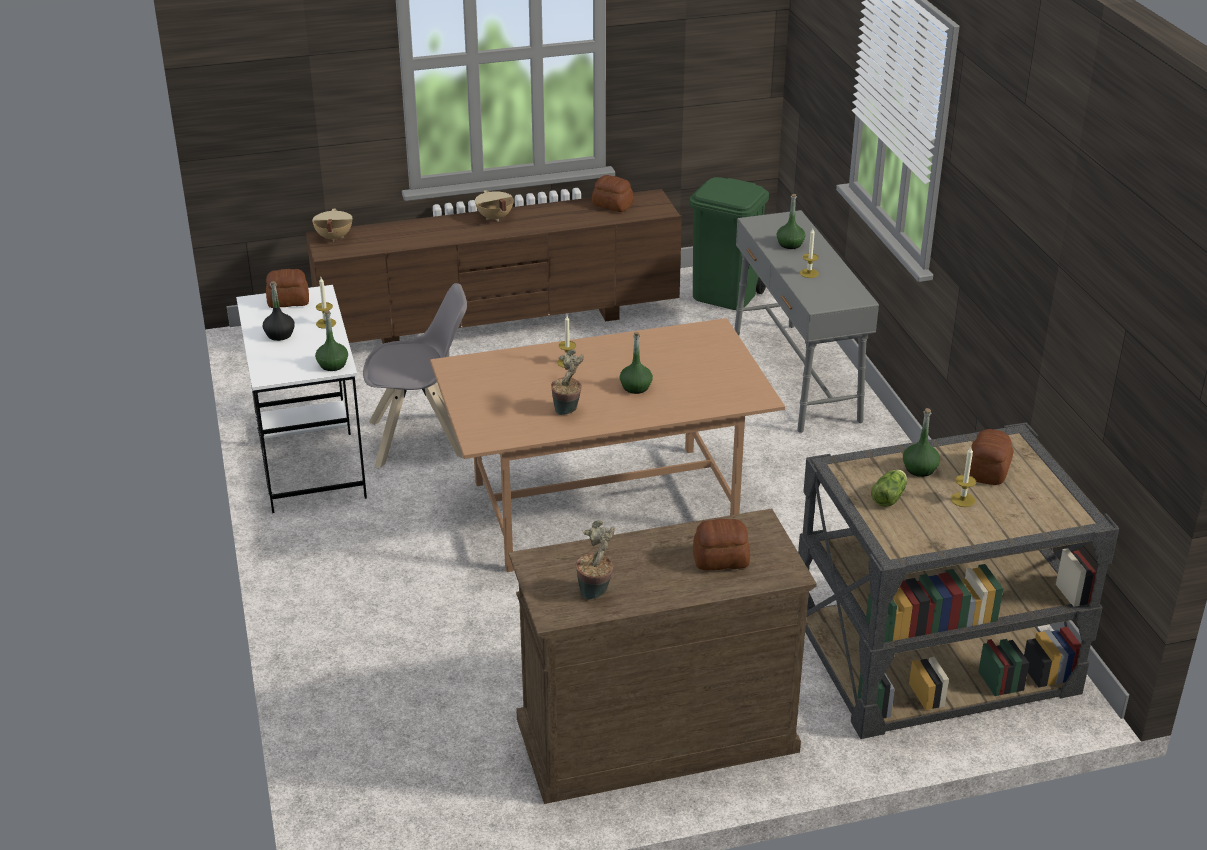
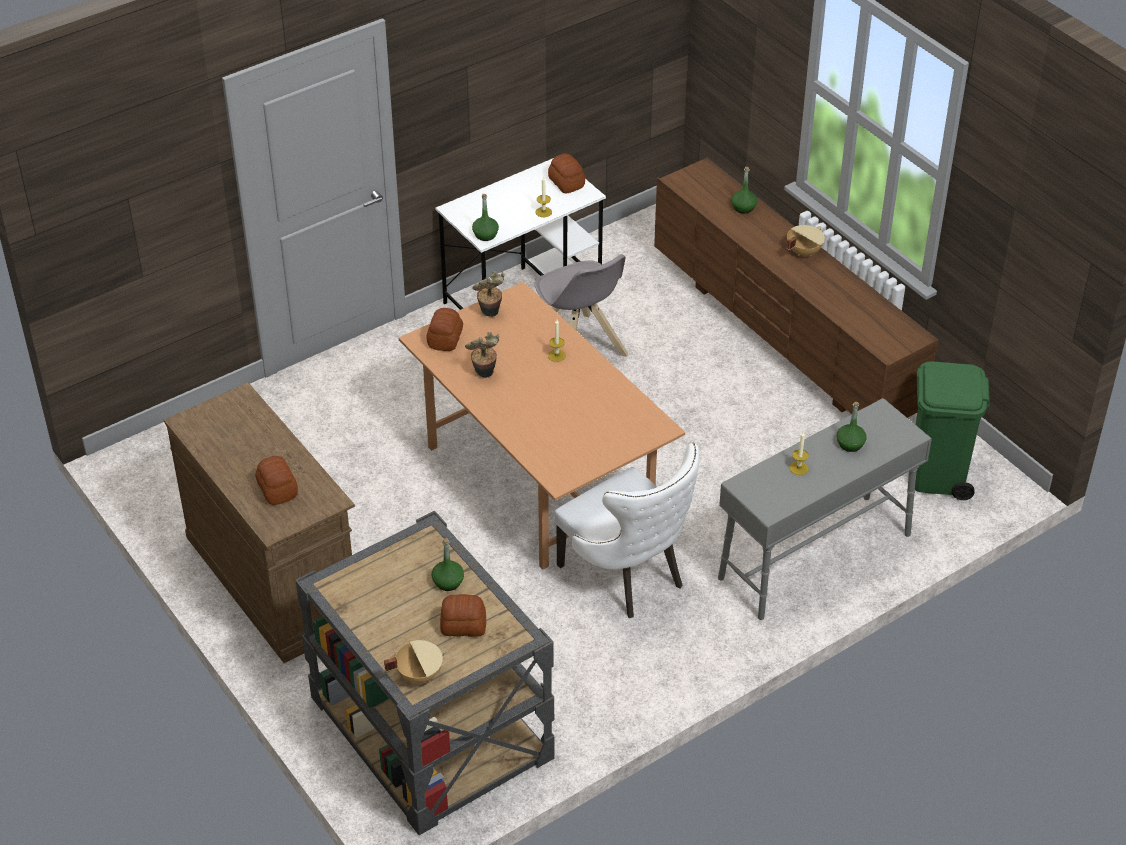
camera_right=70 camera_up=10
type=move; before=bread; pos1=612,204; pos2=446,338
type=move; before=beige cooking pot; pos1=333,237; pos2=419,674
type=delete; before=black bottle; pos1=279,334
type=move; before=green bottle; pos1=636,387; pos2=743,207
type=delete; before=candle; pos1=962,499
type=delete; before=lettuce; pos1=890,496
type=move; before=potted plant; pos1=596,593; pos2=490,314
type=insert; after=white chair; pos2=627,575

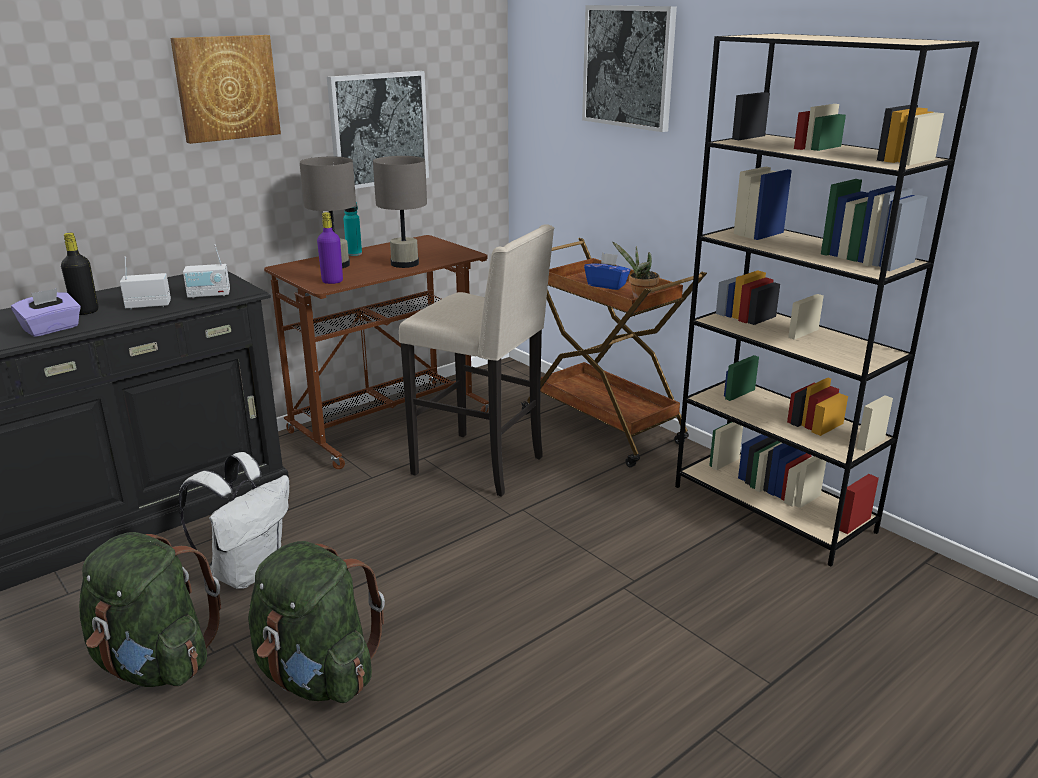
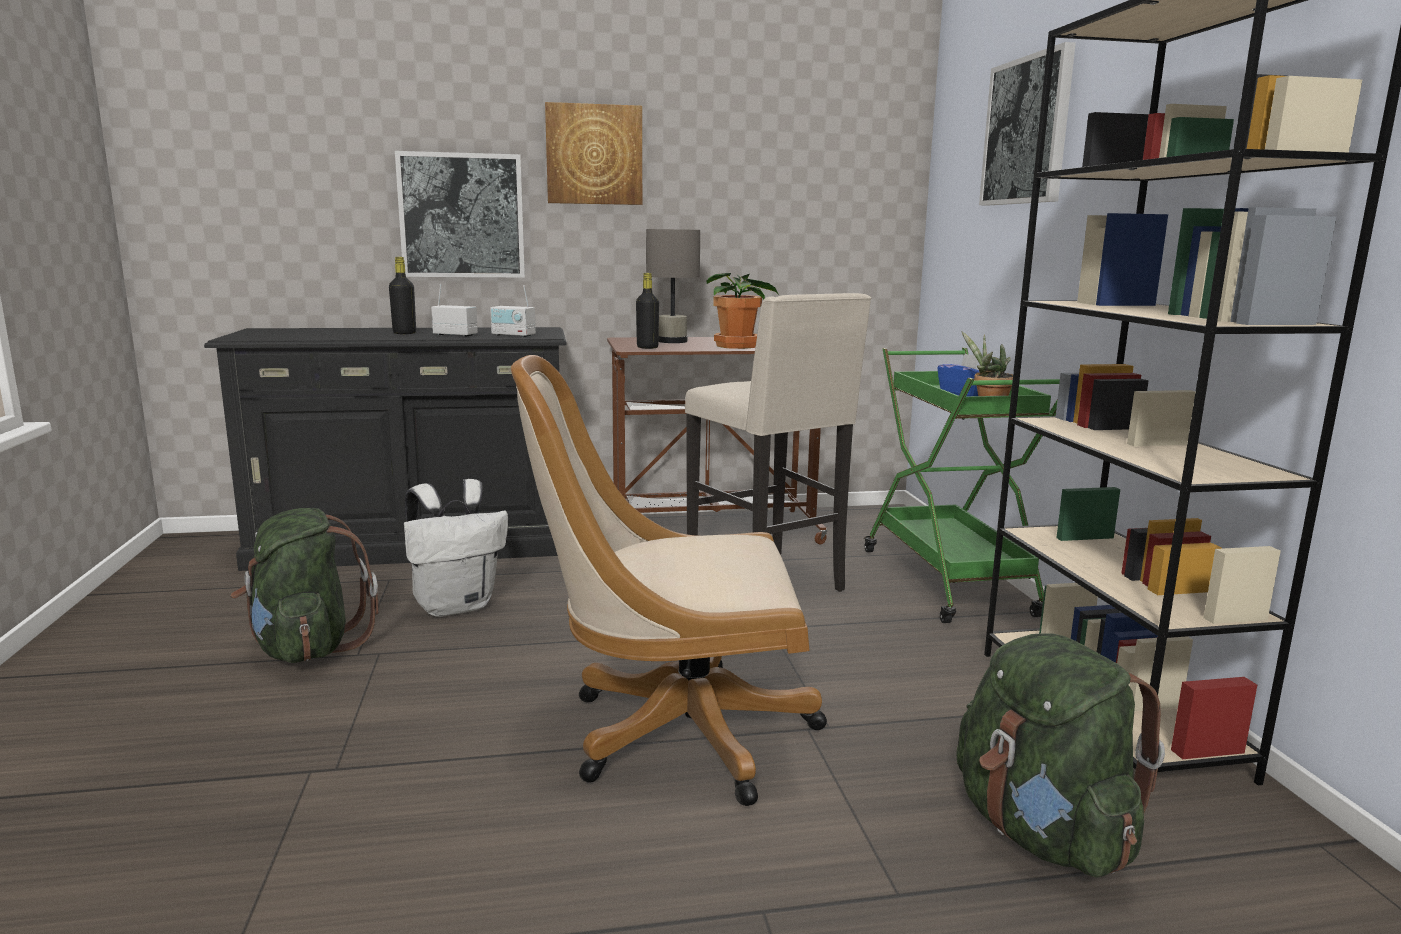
camera_right=30 camera_up=-10
type=move; before=picture; pos1=378,129; pos2=462,216
type=replace; before=grey table lamp; after=potted plant; pos1=404,263; pos2=738,346
type=delete; before=turquoise bottle; pos1=354,254
type=recolor; before=purple bottle; after=black bottle; pos1=332,281; pos2=647,347
type=recolor; before=brown cart; after=green cart; pos1=602,428; pos2=947,582
type=delete; before=purple tissue box; pos1=52,329
type=move; before=green backpack; pos1=317,675; pos2=1042,832
type=insert; after=office chair; pos2=672,732

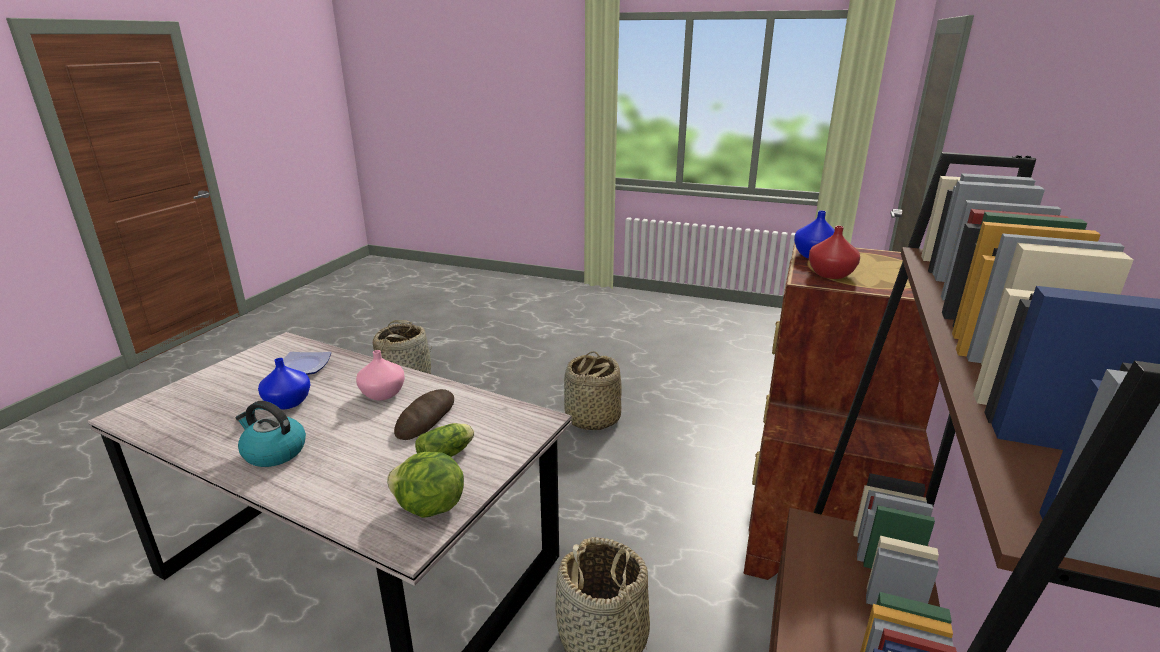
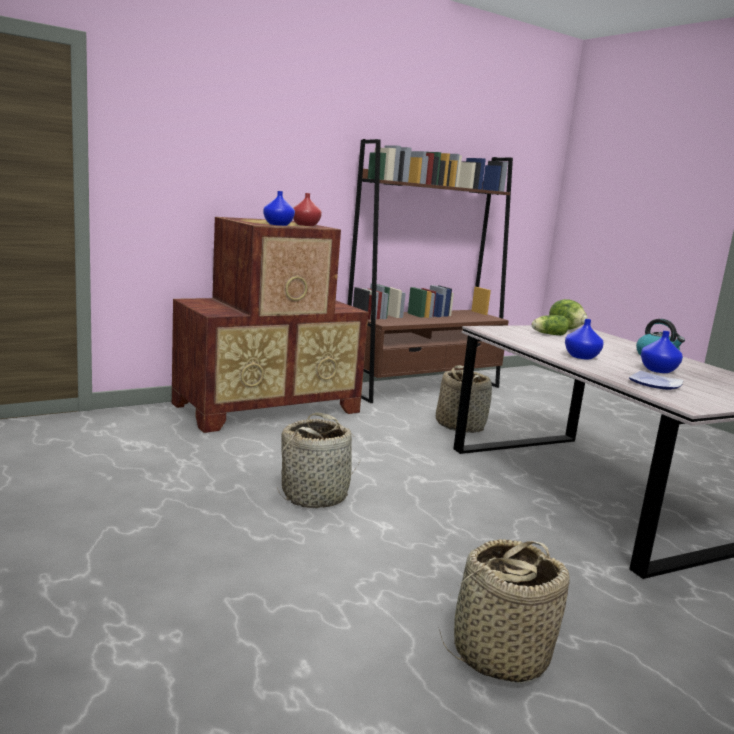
camera_right=-145 camera_up=-10
type=recolor; before=pink vase; after=blue vase; pos1=384,393; pos2=580,357
type=delete; before=bread; pos1=426,418

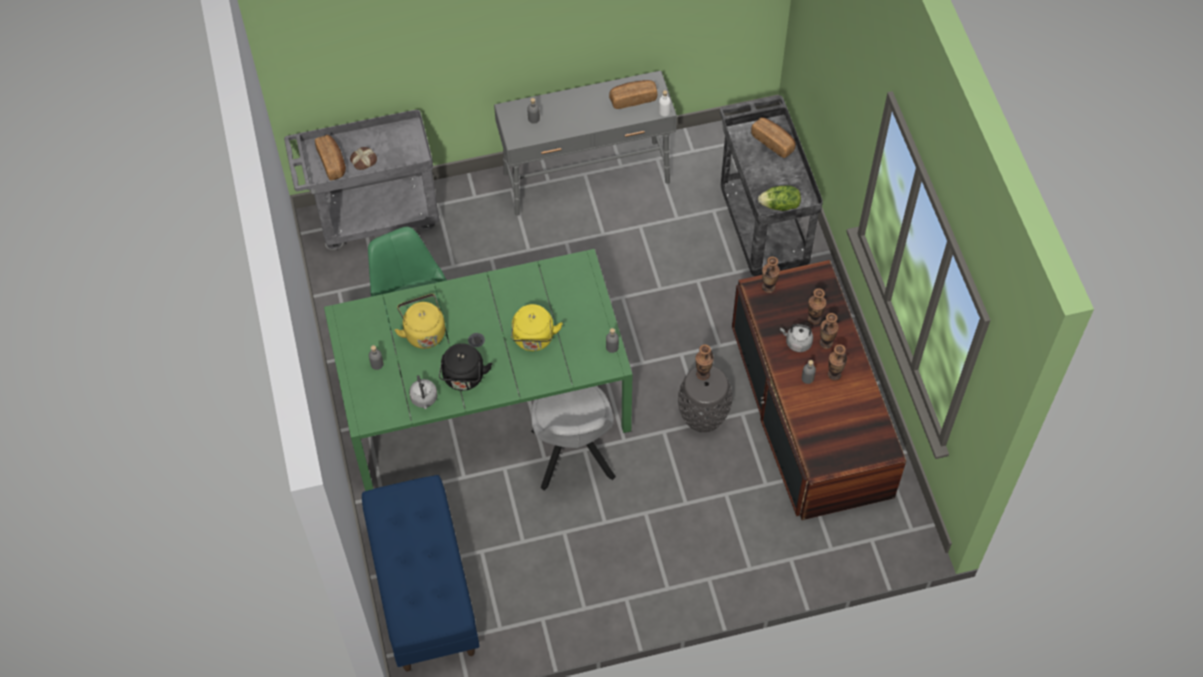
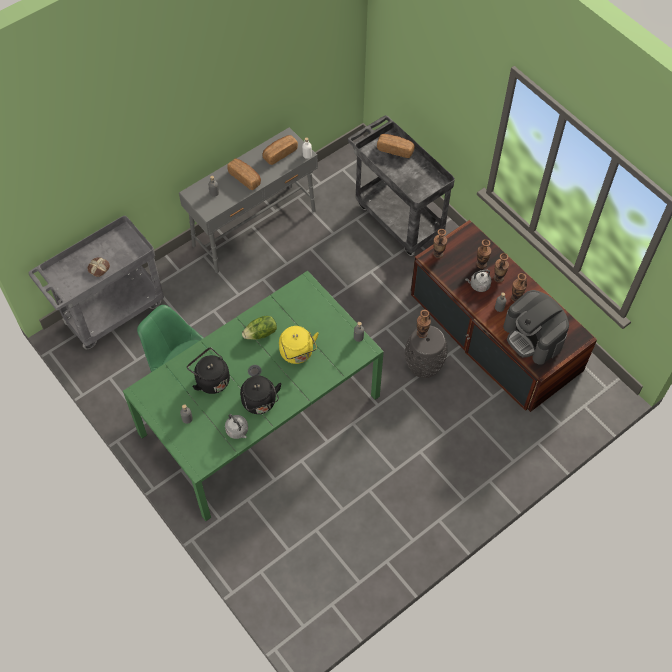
camera_right=-25 camera_up=0
type=move; before=bread; pos1=332,162; pos2=245,178
type=move; before=lettuce; pos1=780,205; pos2=261,334
type=recolor; before=yellow kettle; after=black kettle; pos1=423,331; pos2=211,380
type=delete; before=grey chair; pos1=573,456
type=delete; before=blue bench; pos1=423,589
type=insert; after=coffee machine; pos2=533,337

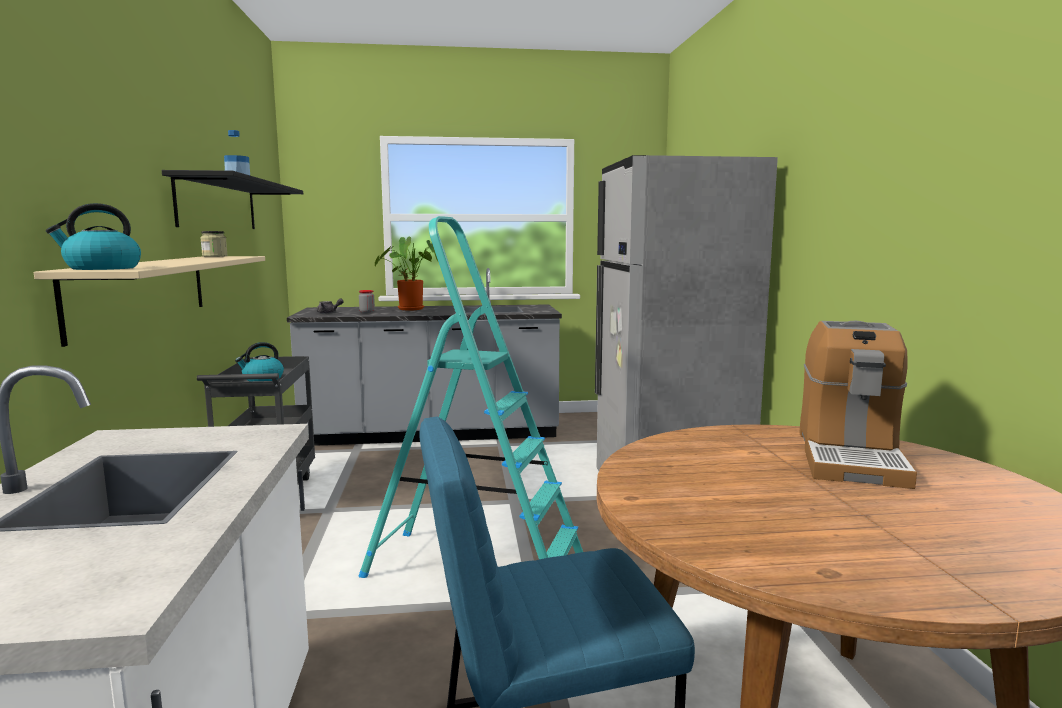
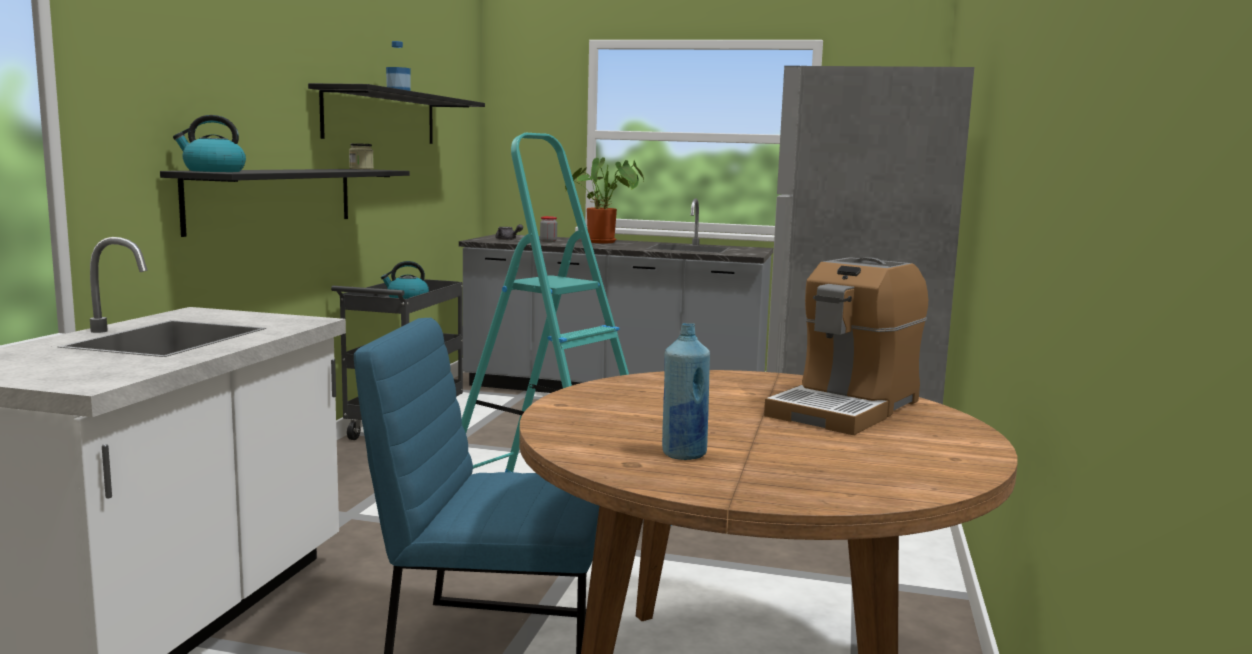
camera_right=20 camera_up=0
type=recolor; before=beige shelf; after=black shelf; pos1=142,292; pos2=274,198
type=insert; after=blue bottle; pos2=683,454

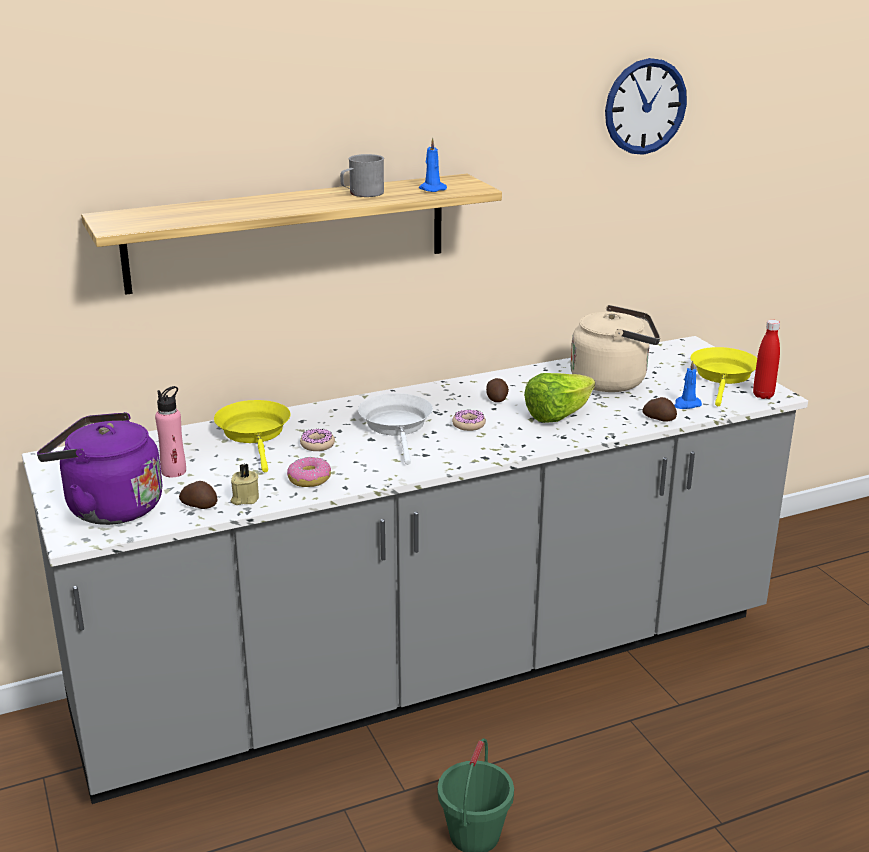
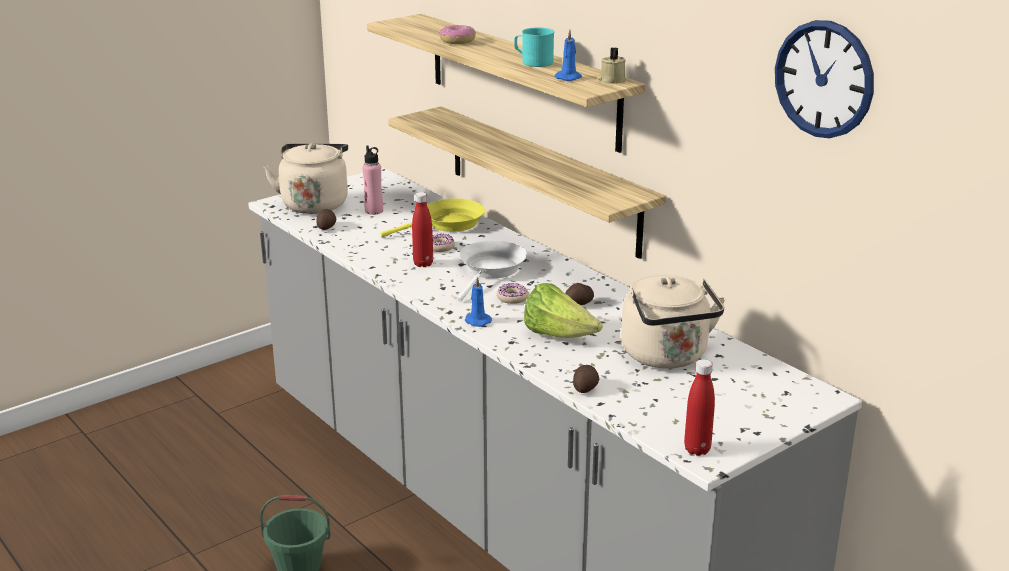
camera_right=75 camera_up=0
type=recolor; before=grey mug; after=turquoise mug; pos1=362,194; pos2=533,62
type=delete; before=yellow frying pan; pos1=723,376
type=move; before=blue candle; pos1=686,404; pos2=477,321
type=rotate; before=white frying pan; pos1=397,426; pos2=491,270; turn=-45
type=recolor; before=purple kettle; after=beige kettle; pos1=108,508; pos2=314,203
type=move; before=donut; pos1=309,479; pos2=457,41
type=move; before=beige candle; pos1=244,499; pos2=611,80
type=insert; after=shelf; pos2=542,179
type=insert; after=red bottle; pos2=423,264

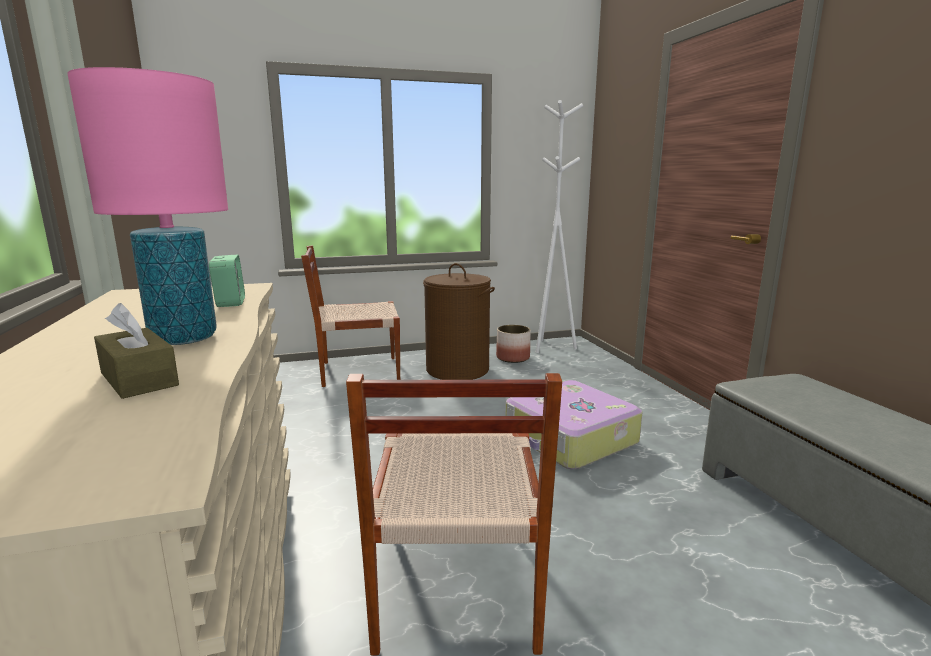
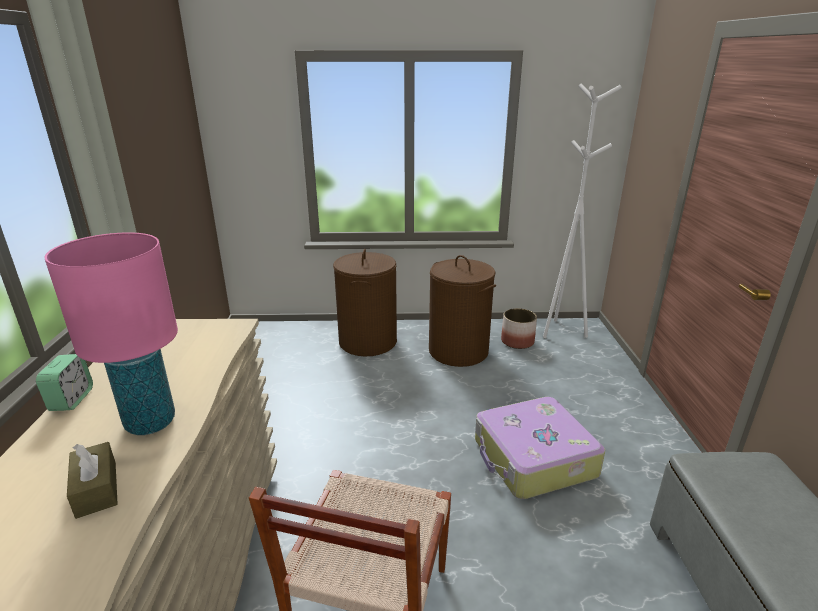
camera_right=15 camera_up=10
type=replace; before=chair; after=brown laundry basket; pos1=357,372; pos2=367,342
type=move; before=alarm clock; pos1=230,302; pos2=71,400

